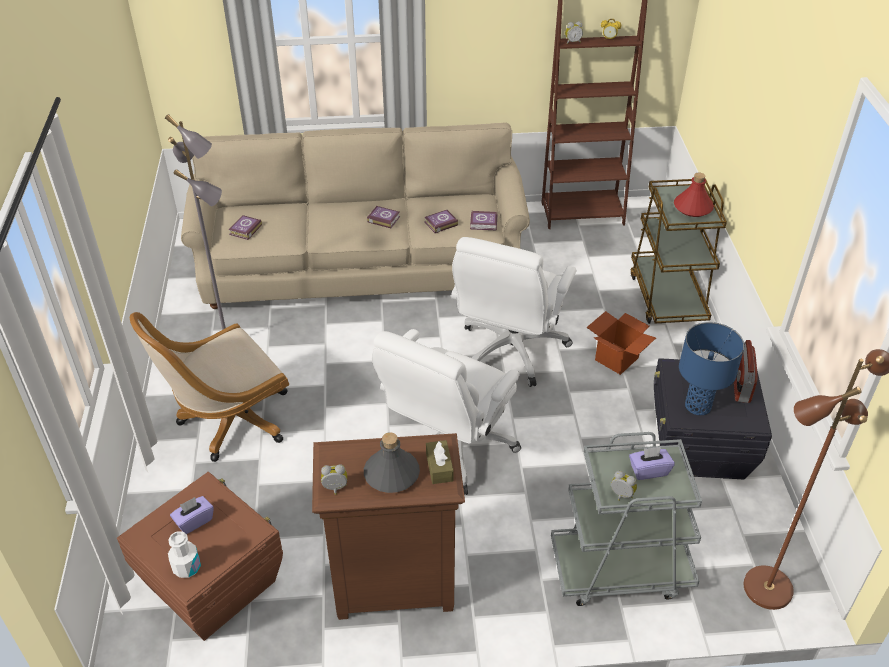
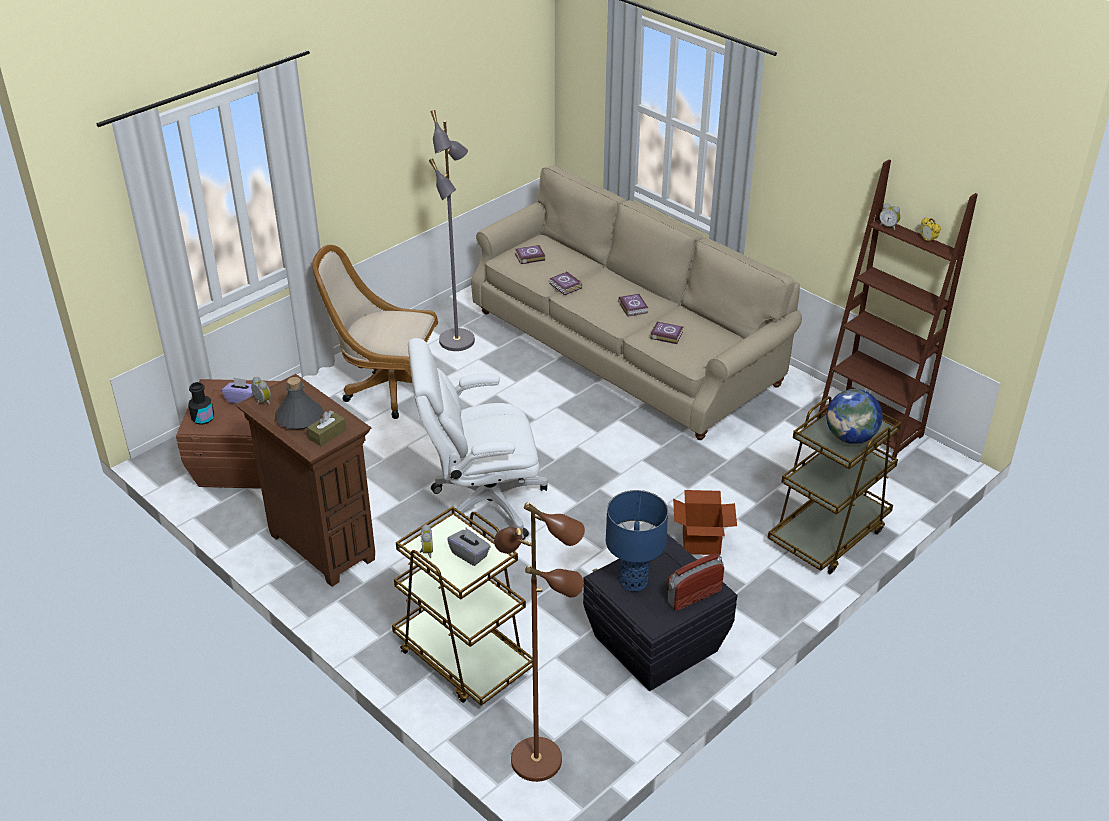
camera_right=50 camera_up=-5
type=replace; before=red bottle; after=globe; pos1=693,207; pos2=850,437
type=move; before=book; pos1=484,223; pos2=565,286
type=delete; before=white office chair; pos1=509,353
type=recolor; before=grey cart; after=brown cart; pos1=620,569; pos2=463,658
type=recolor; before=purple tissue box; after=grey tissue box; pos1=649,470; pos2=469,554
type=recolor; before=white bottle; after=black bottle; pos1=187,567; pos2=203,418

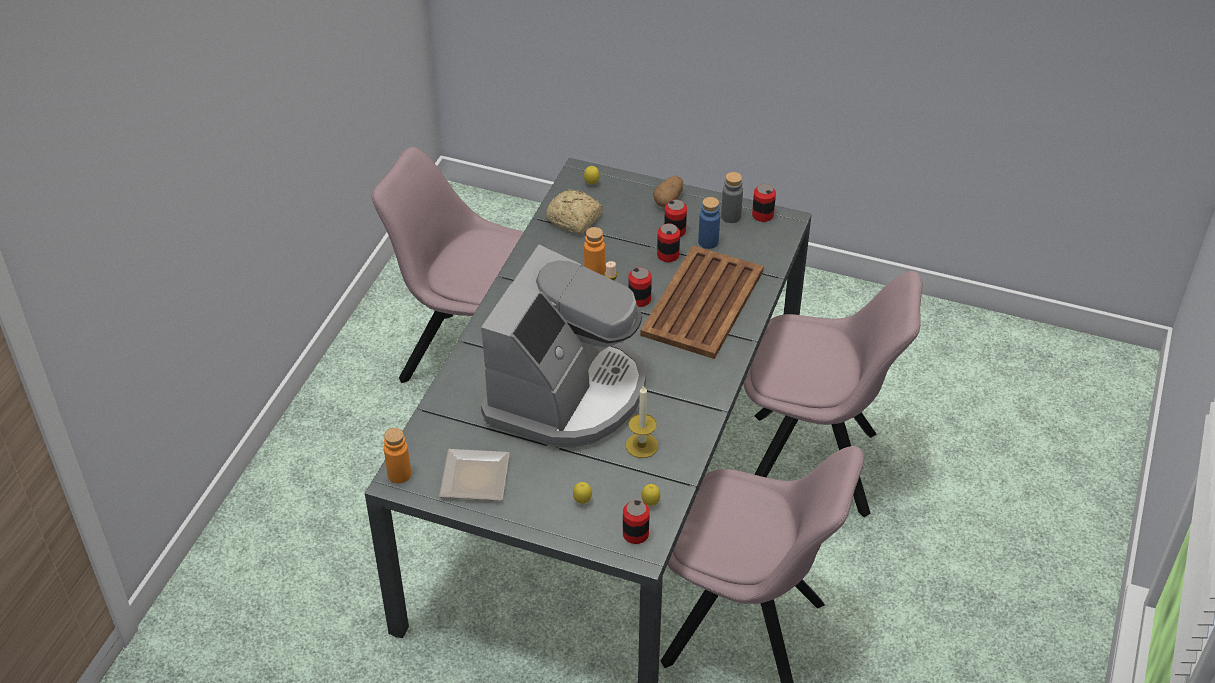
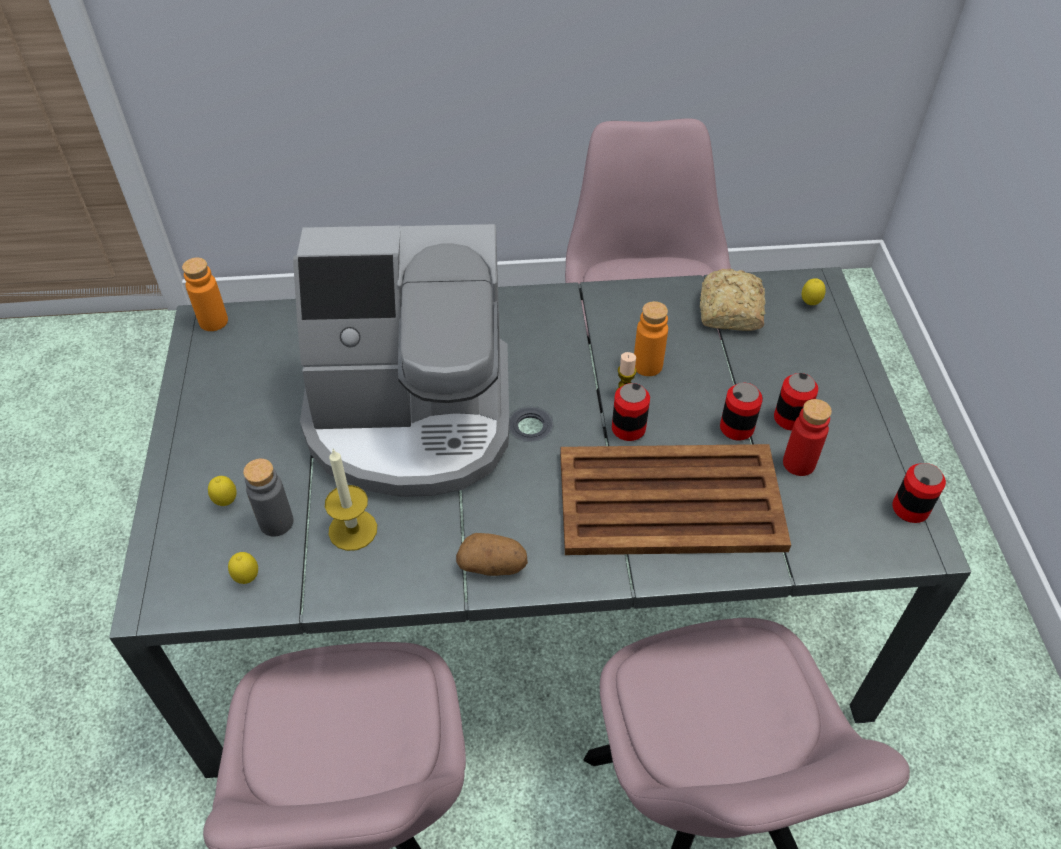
camera_right=65 camera_up=5
type=move; before=grey bottle; pos1=730,216; pos2=276,522
type=move; before=potato; pos1=668,200; pos2=493,565
type=recolor; before=blue bottle; after=red bottle; pos1=708,242; pos2=798,463
type=delete; before=plate; pos1=472,479
type=delete; before=can; pos1=635,534

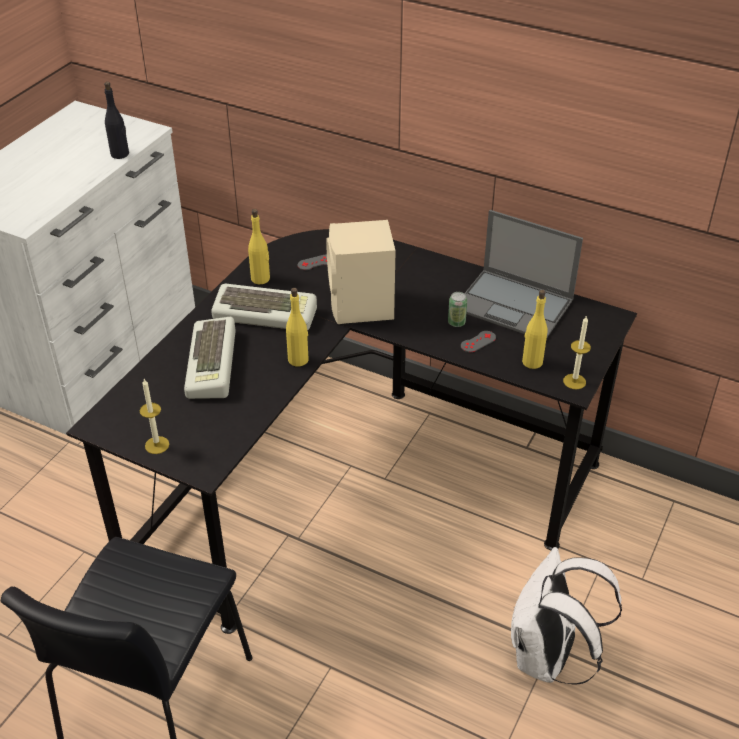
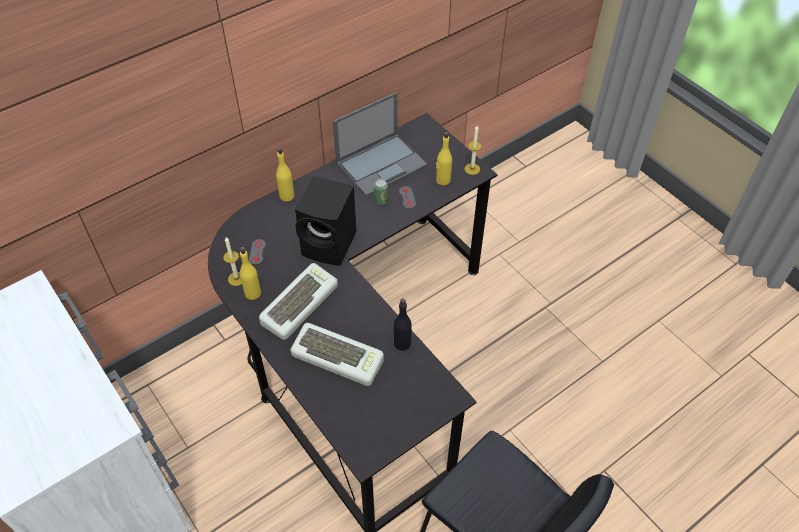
camera_right=-65 camera_up=10
type=move; before=black bottle; pos1=120,154; pos2=402,343
type=recolor; before=beige speaker; after=black speaker; pos1=361,308; pos2=331,245
type=move; before=yellow bottle; pos1=298,359; pos2=287,195
type=move; before=candle; pos1=157,445; pos2=236,278
type=delete; before=white backpack; pos1=547,658

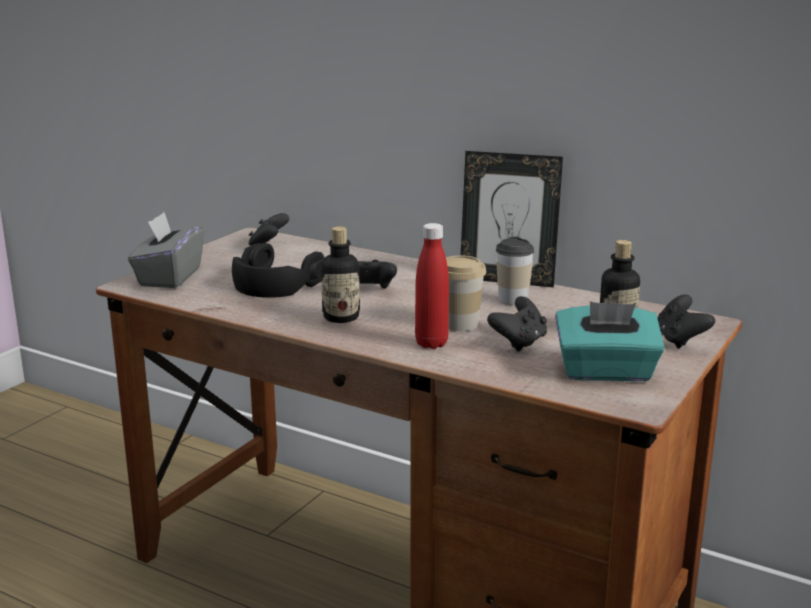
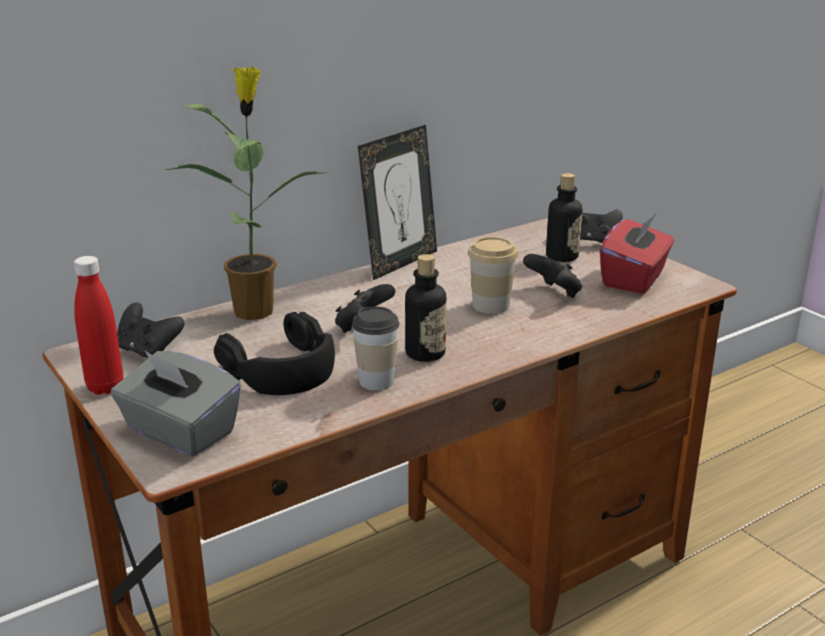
camera_right=-65 camera_up=5
type=move; before=red bottle; pos1=431,343; pos2=105,387
type=move; before=cup; pos1=512,300; pos2=376,381
type=recolor; before=turquoise tissue box; after=red tissue box; pos1=605,372; pos2=634,279
type=insert; after=potted plant; pos2=255,310

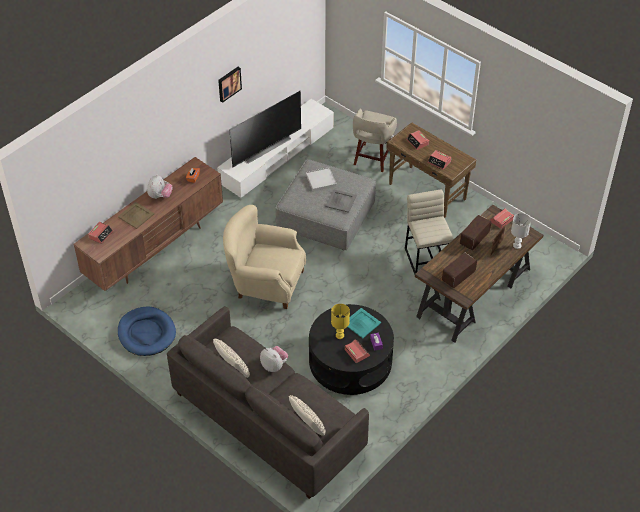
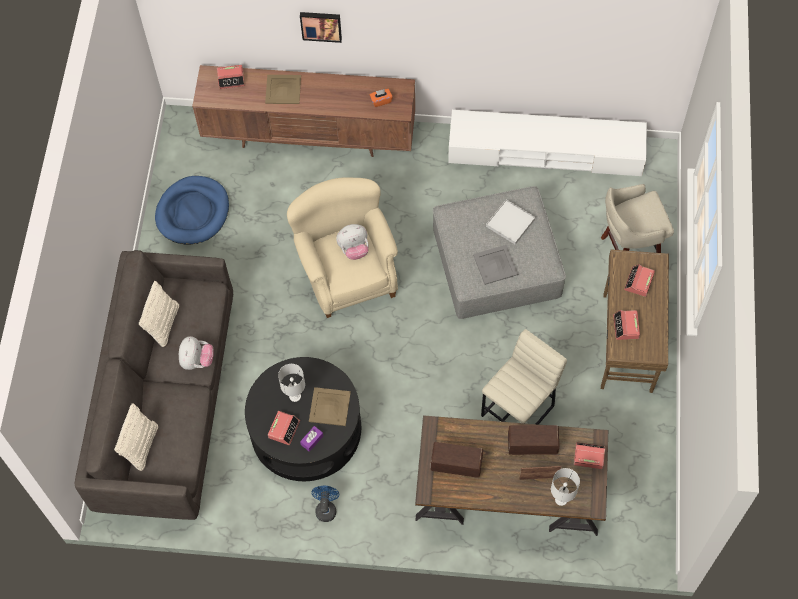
camera_right=55 camera_up=15
type=move; before=picture; pos1=229,83; pos2=321,25
type=delete; before=television; pos1=265,147
type=move; before=plush toy; pos1=160,196; pos2=354,249
type=recolor; before=yellow table lamp; after=white table lamp; pos1=340,335; pos2=295,397
type=recolor; before=turquoise tray; after=beige tray; pos1=361,323; pos2=329,406
type=insert; after=blue fan; pos2=326,508

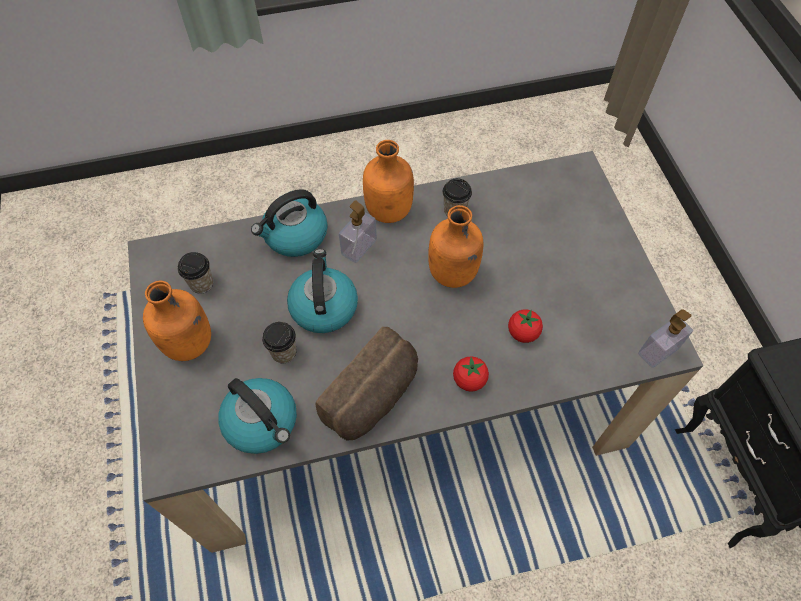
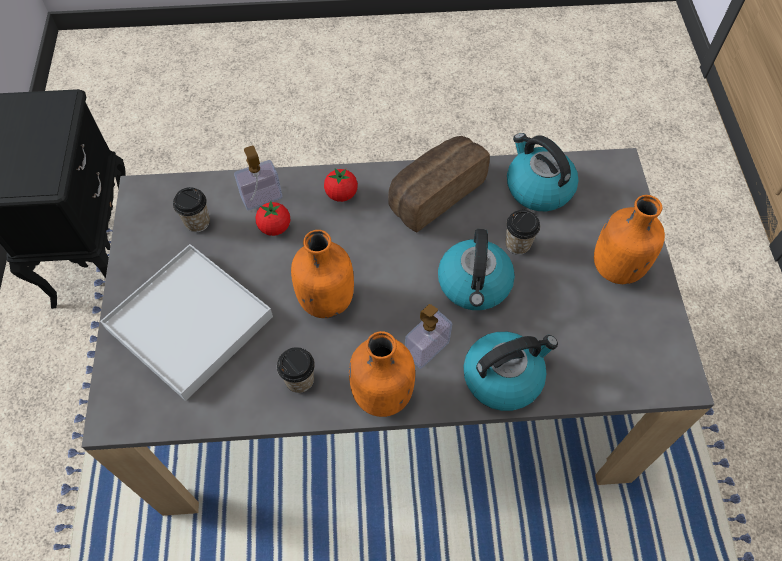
camera_right=-170 camera_up=0
type=move; before=cup; pos1=201,284; pos2=197,222
type=move; before=soap dispenser; pos1=658,351; pos2=261,197
type=insert; after=white tray; pos2=190,323

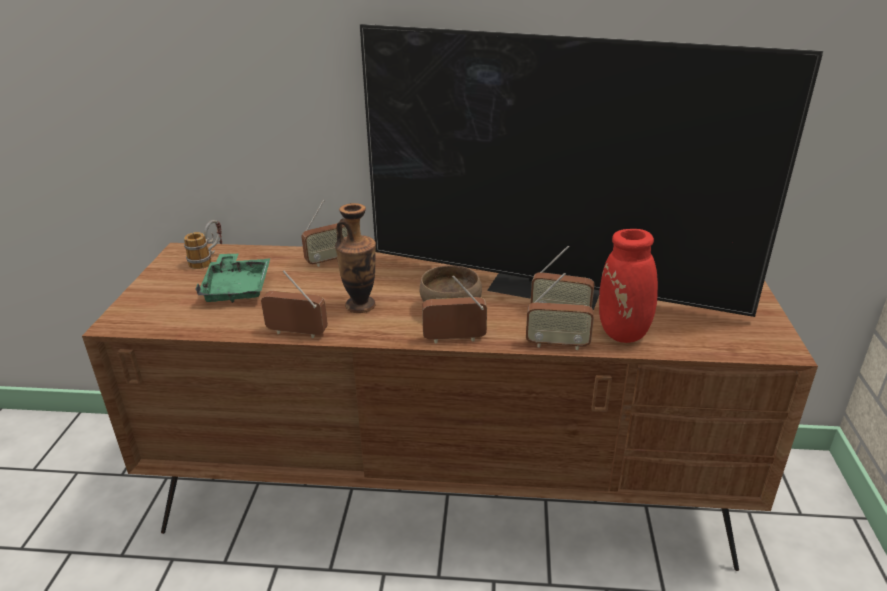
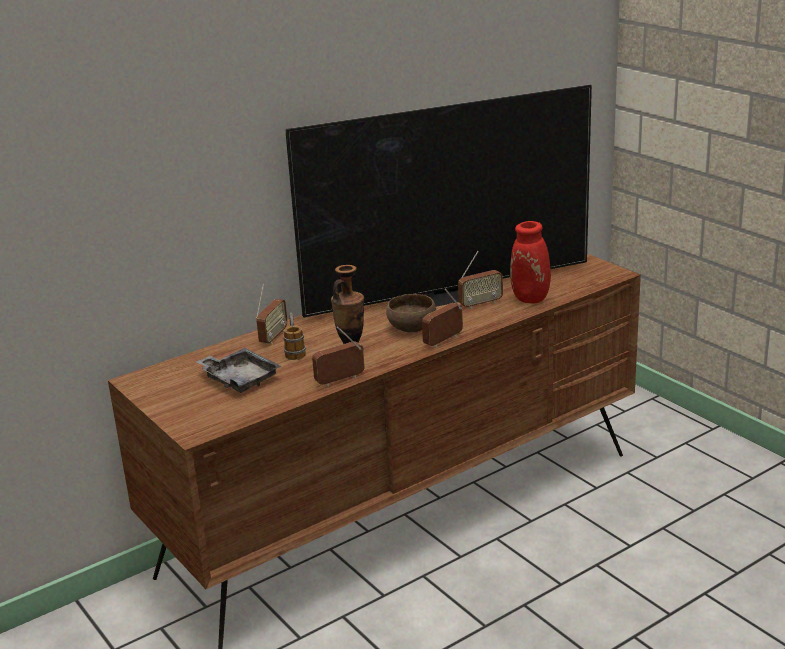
camera_right=-40 camera_up=-5
type=move; before=mug; pos1=208,259; pos2=294,351
type=recolor; before=green tray; after=grey tray; pos1=237,288; pos2=239,379
type=delete; before=radio; pos1=557,344

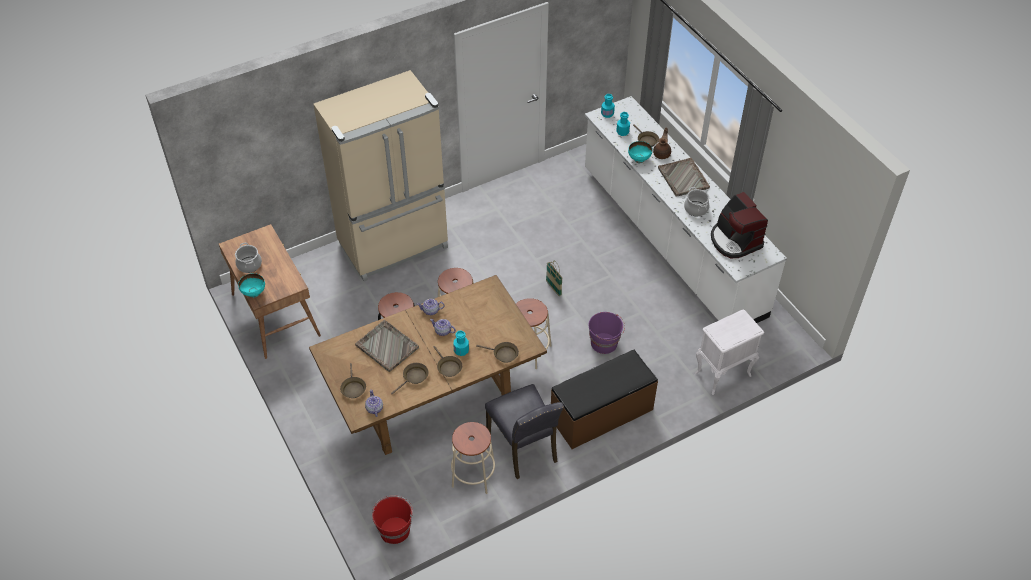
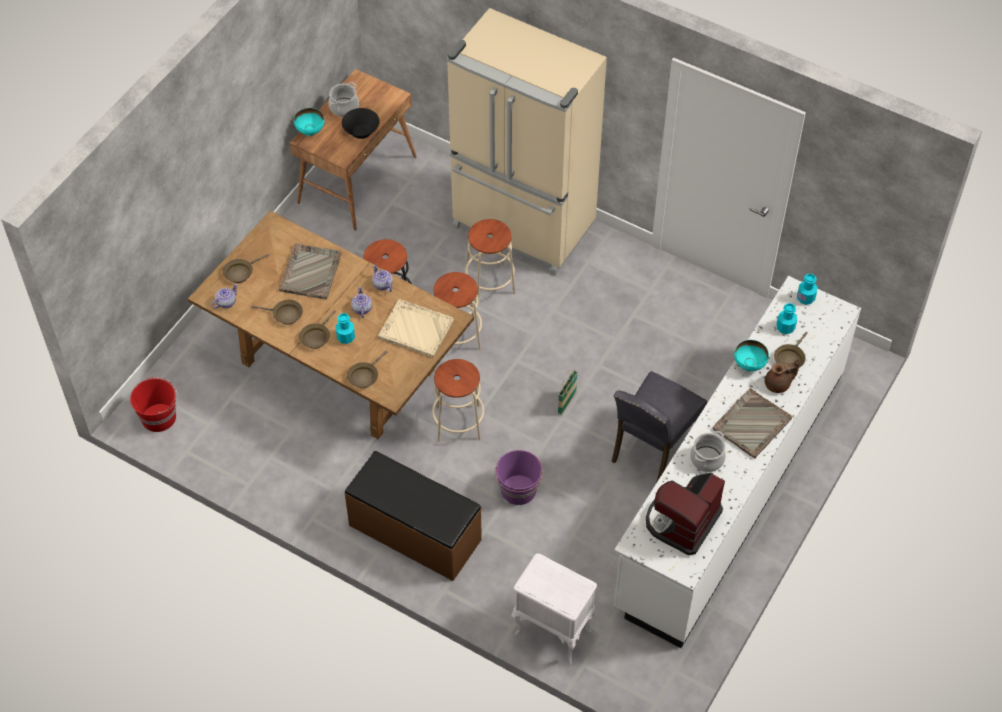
camera_right=60 camera_up=5
type=rotate; before=brown frying pan; pos1=503,354; pos2=364,376; turn=45
type=move; before=grey chair; pos1=524,448; pos2=652,450
type=move; before=beige stool; pos1=473,475; pos2=490,283
type=insert; after=black bowl; pos2=361,132
type=insert; after=beige tray; pos2=415,329

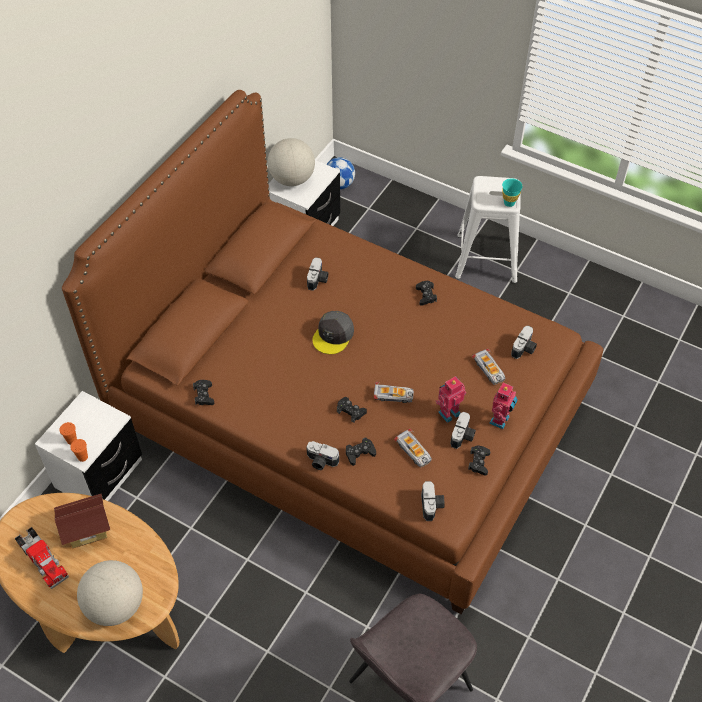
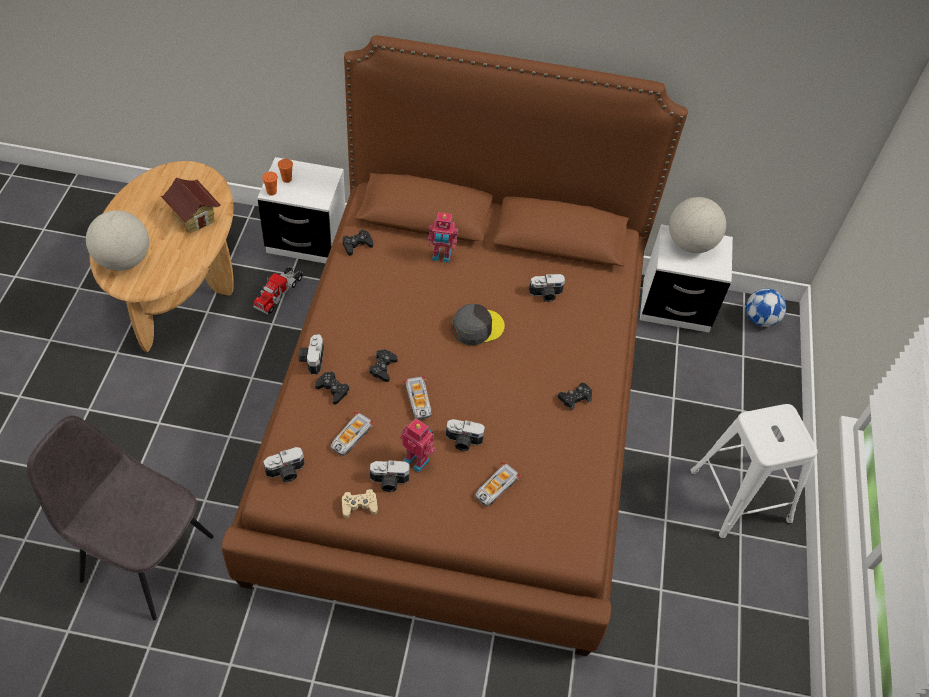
camera_right=65 camera_up=0
type=delete; before=turquoise cup; pos1=509,203
type=rotate; before=grey cap; pos1=333,335; pos2=476,327; turn=150
type=move; before=photo camera; pos1=524,349; pos2=463,441
type=move; before=toy robot; pos1=500,420; pos2=441,257
type=recolor; before=black game controller; after=beige game controller; pos1=479,462; pos2=359,505
type=move; before=toy truck; pos1=42,559; pos2=279,292

